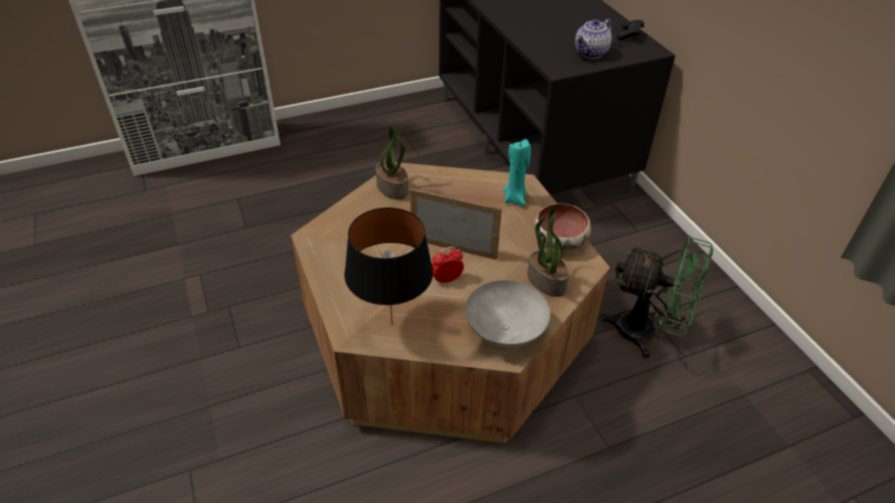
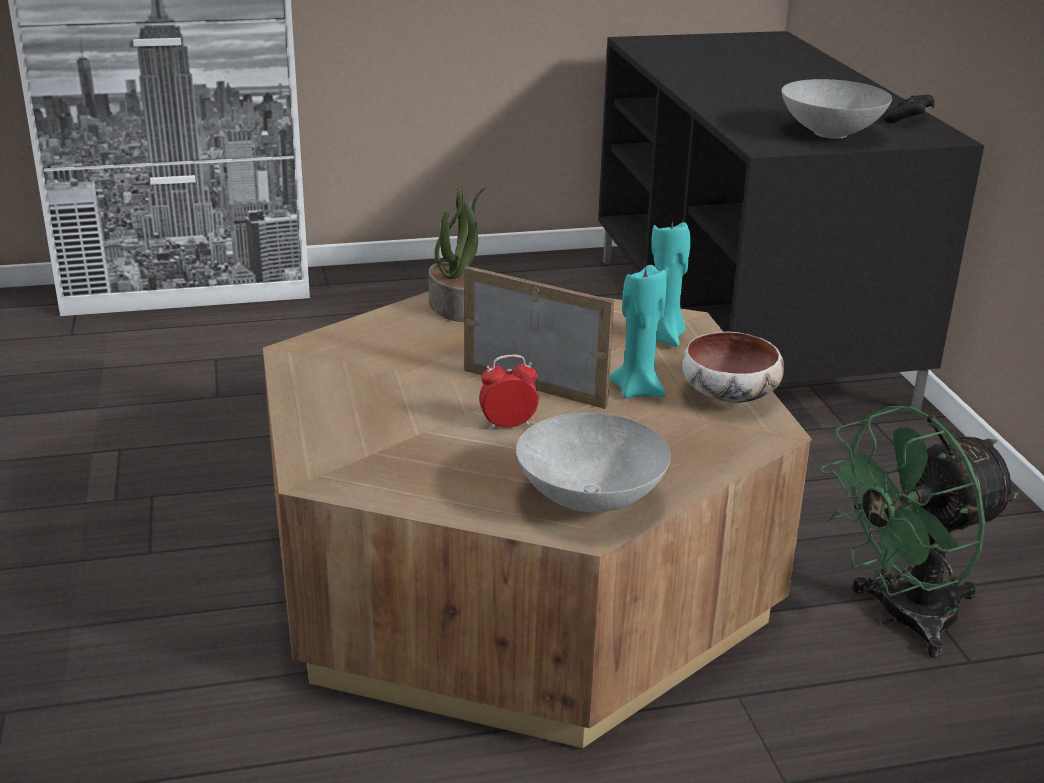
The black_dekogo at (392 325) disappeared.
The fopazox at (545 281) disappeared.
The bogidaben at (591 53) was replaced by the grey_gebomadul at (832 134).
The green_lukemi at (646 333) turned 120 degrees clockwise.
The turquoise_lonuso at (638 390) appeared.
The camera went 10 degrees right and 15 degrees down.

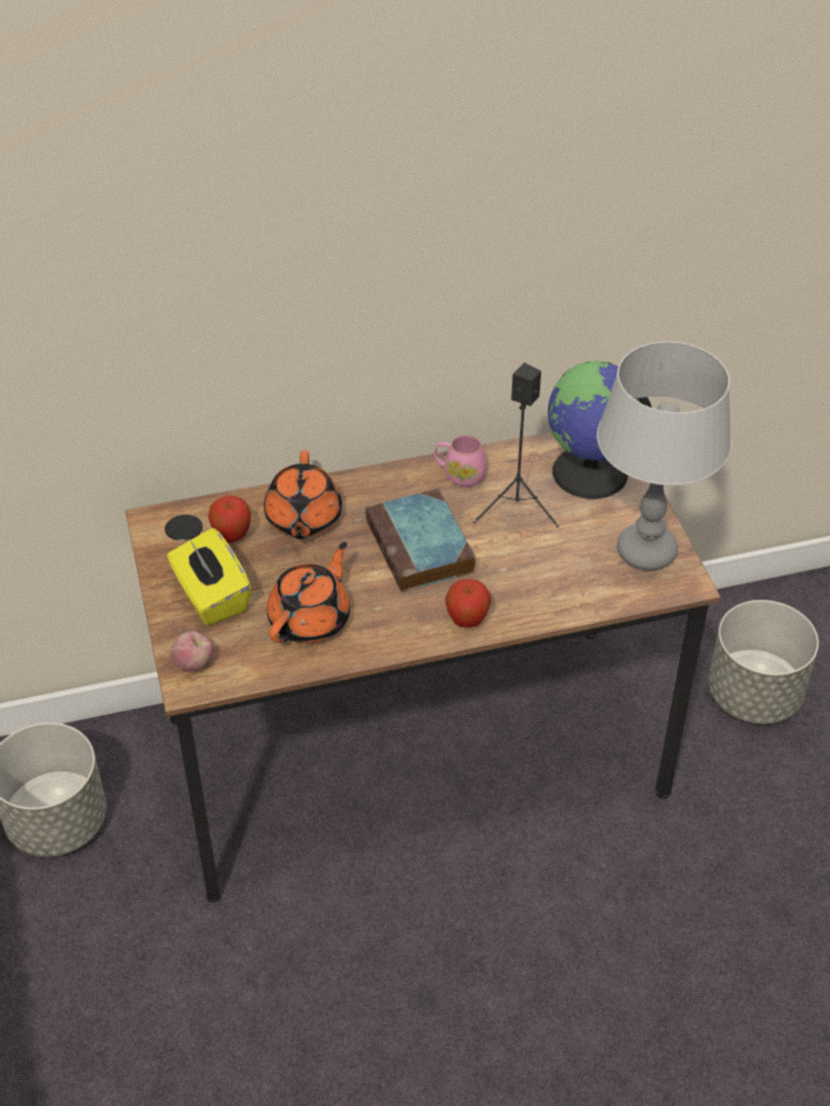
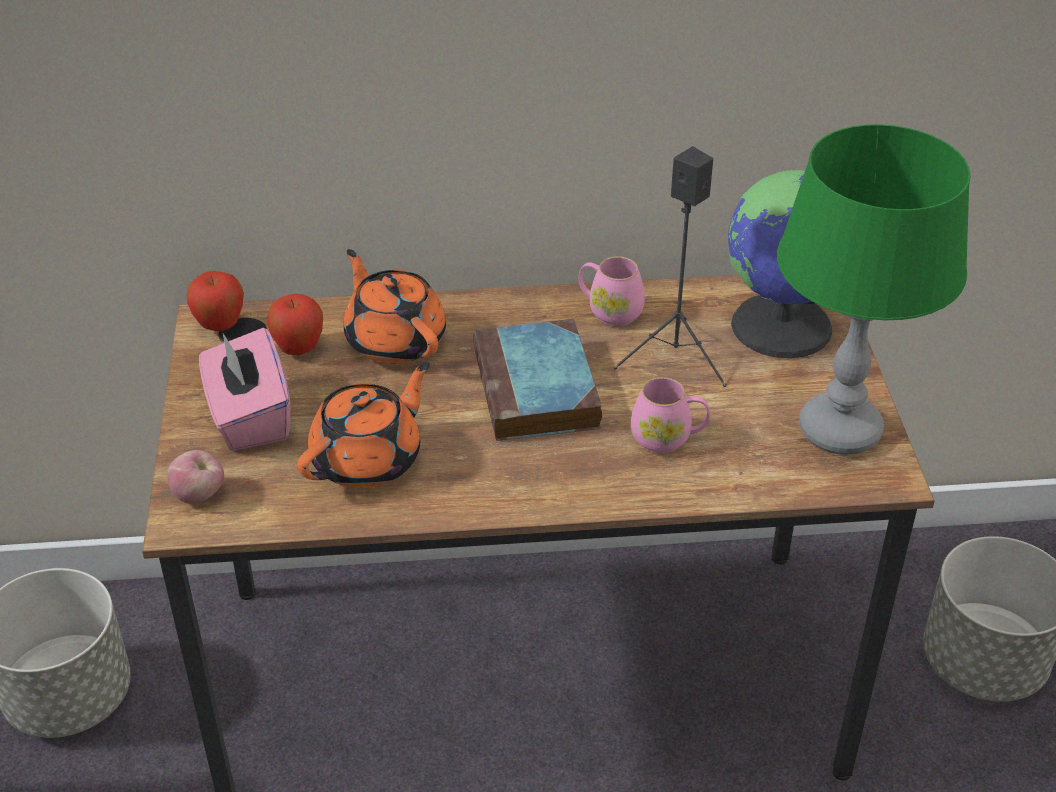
The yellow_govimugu at (211 597) became the pink_govimugu at (249 417).
The orange_bogidaben at (303 519) turned 135 degrees clockwise.
The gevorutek moved from (467 621) to (220 326).
The grey_dekogo at (646 552) became the green_dekogo at (839 431).
The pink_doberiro at (668 438) appeared.
The camera went 10 degrees right and 5 degrees down.

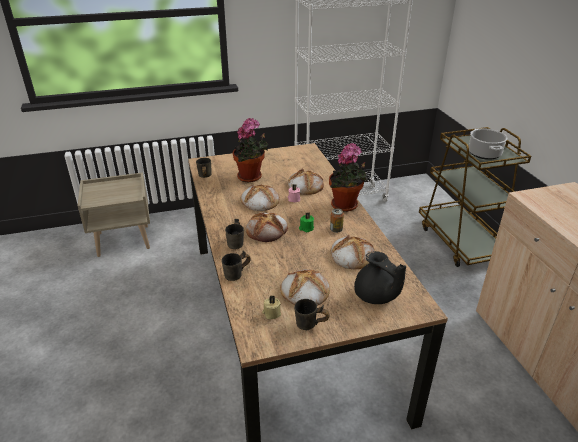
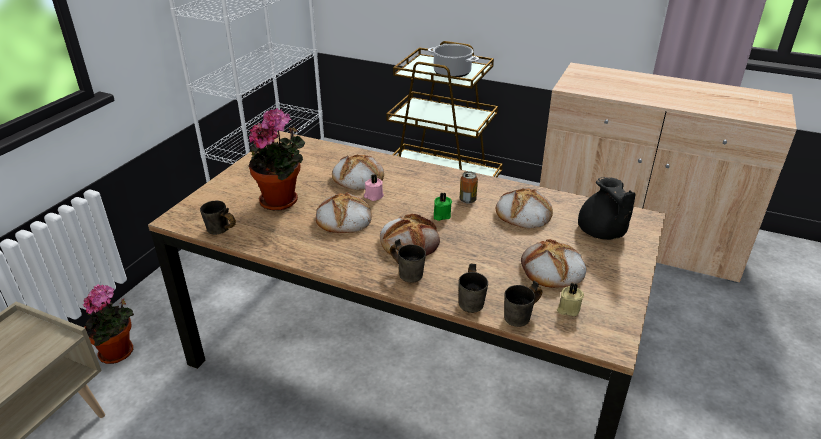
The grey_doberiro moved from (310 327) to (523 318).
The fopazox moved from (346 206) to (119 353).
The black_bogidaben at (375 296) turned 75 degrees clockwise.
The camera went 50 degrees left and 0 degrees up.

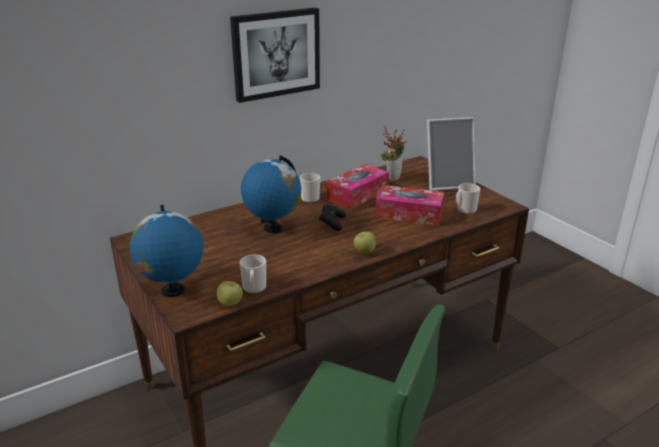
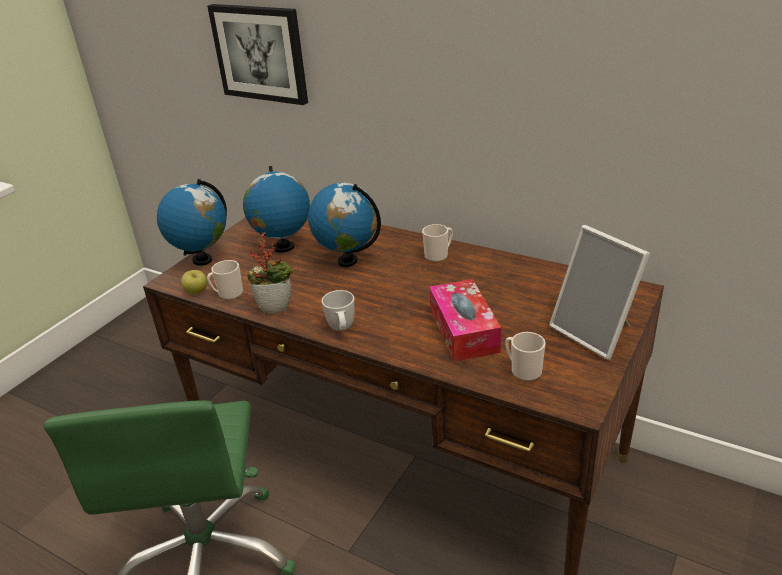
The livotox moved from (275 53) to (260 53).
The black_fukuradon at (332 223) disappeared.
The govimugu at (357 195) disappeared.
The gevorutek at (364 252) was replaced by the white_doberiro at (342 329).
The fopazox moved from (392 177) to (277 307).
The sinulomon at (283 247) appeared.
The camera went 65 degrees right and 5 degrees up.

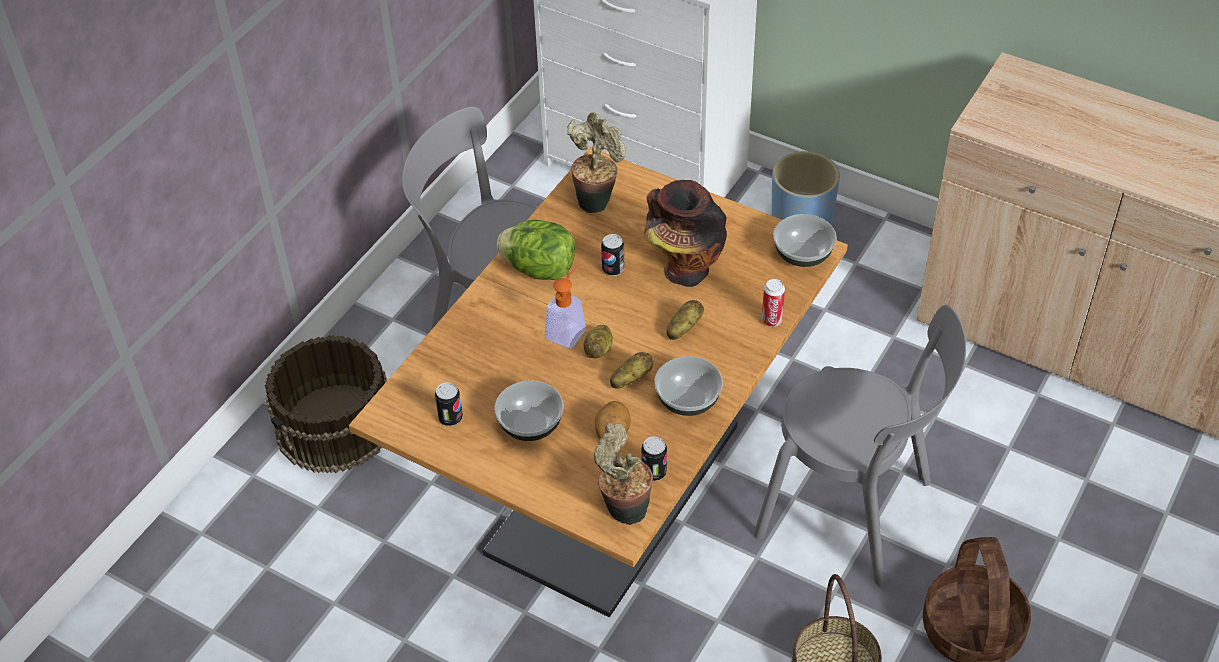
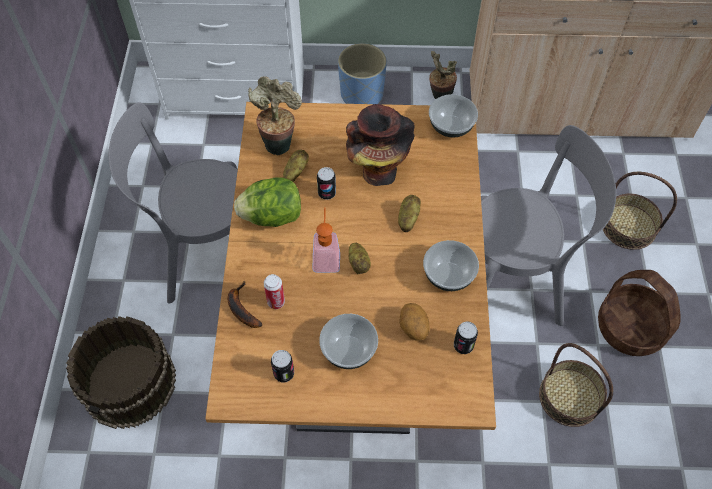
The fopazox moved from (623 509) to (439 96).
The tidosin moved from (631 379) to (295 172).
The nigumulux moved from (771 320) to (276 302).
The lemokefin at (241 308) appeared.
The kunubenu at (629 226) appeared.
The camera went 30 degrees left and 10 degrees up.

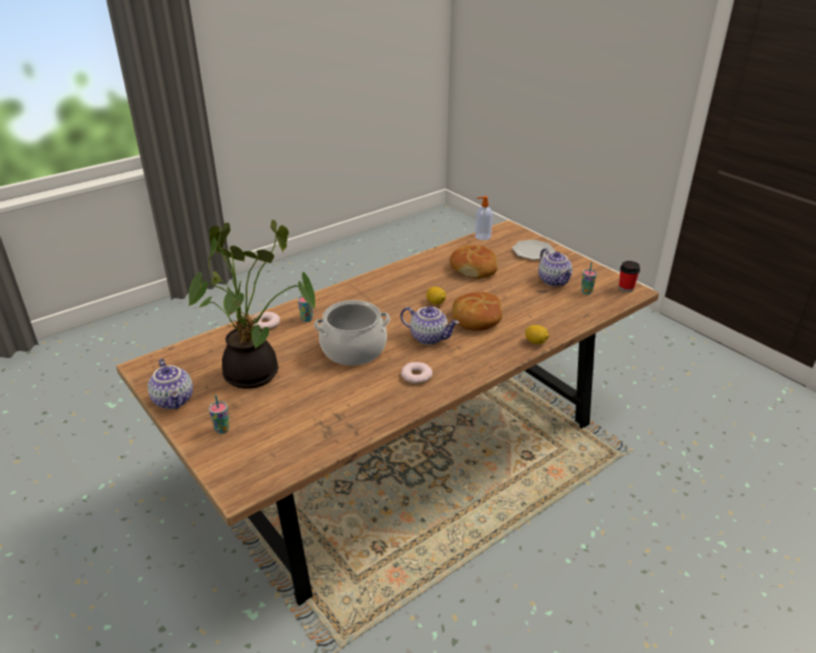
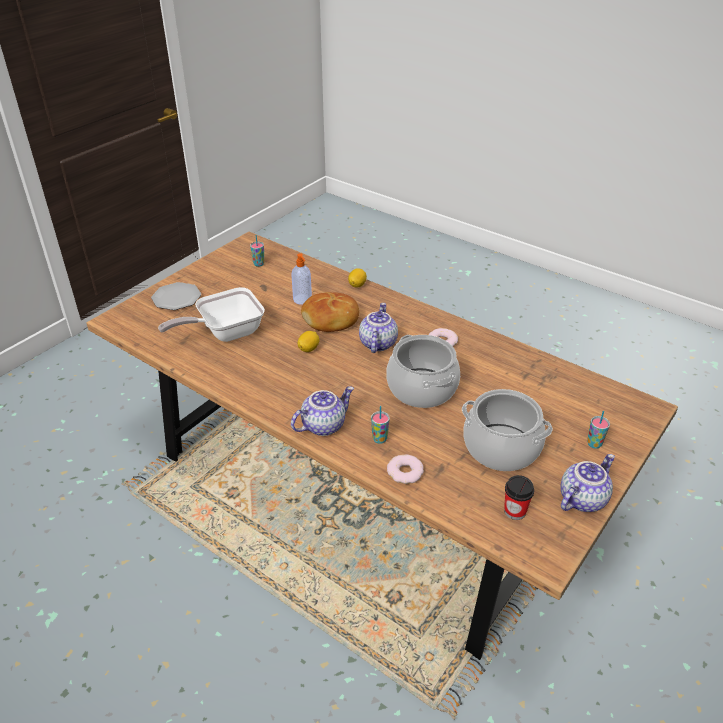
The fopazox at (256 374) was replaced by the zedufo at (501 448).
The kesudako at (474 268) was replaced by the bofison at (225 333).
The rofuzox moved from (482 237) to (302 300).
The bogidaben moved from (554 281) to (323 425).
The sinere moved from (626 288) to (515 511).
The camera went 105 degrees left and 5 degrees up.

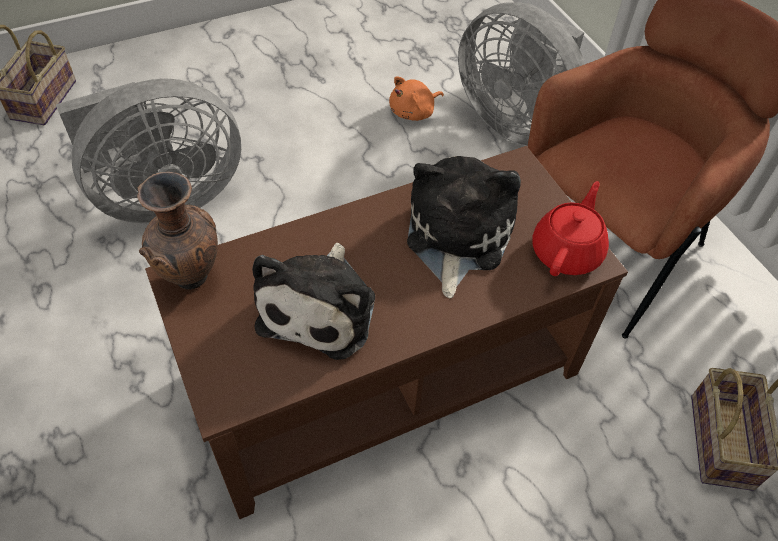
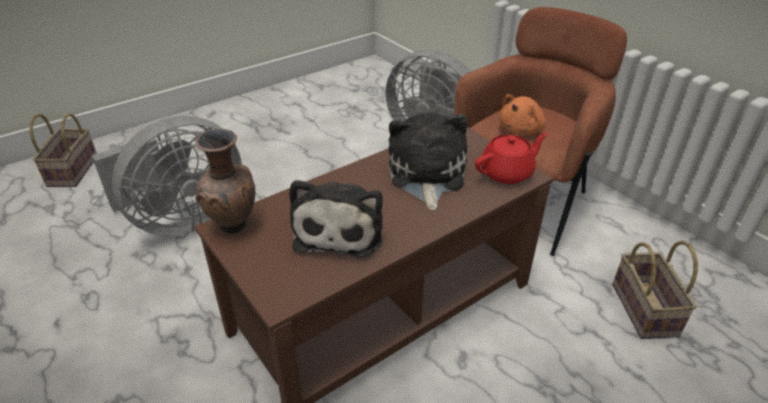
The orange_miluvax moved from (414 112) to (521 130).
The red_bogidaben at (567 251) turned 45 degrees clockwise.
The camera went 10 degrees left and 15 degrees down.

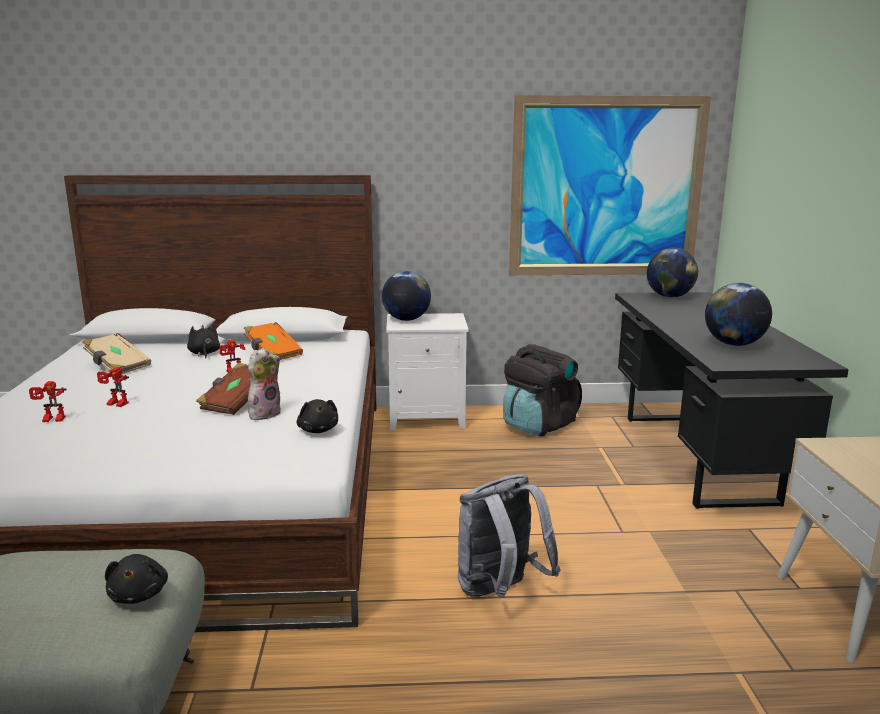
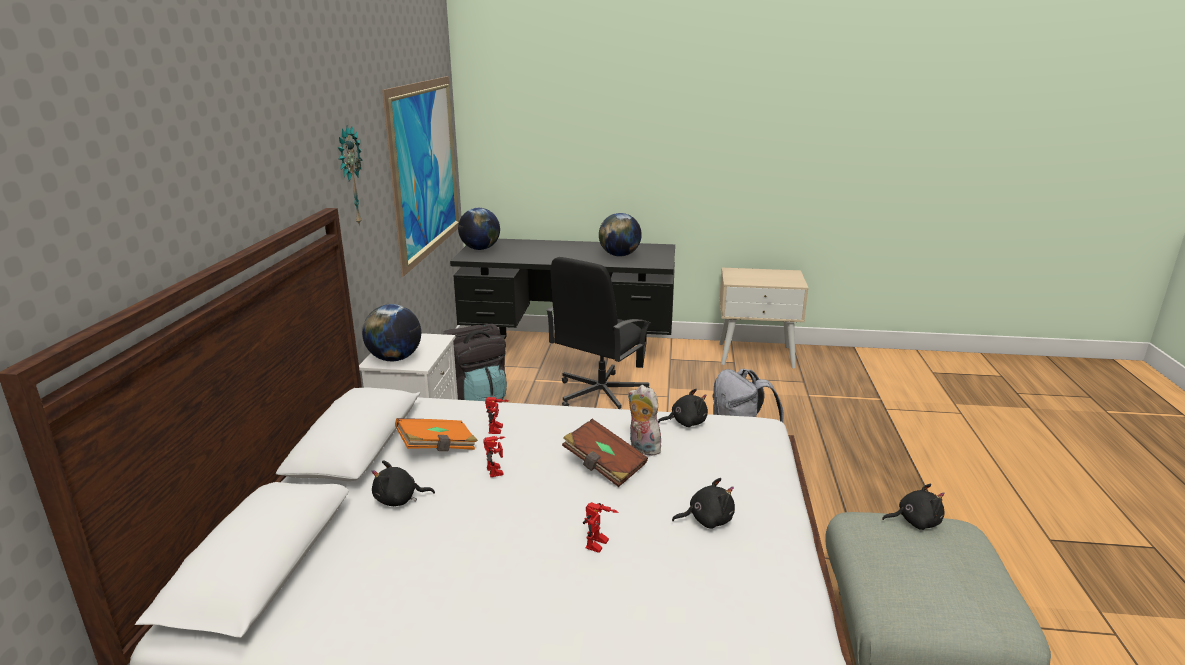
The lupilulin moved from (51 420) to (498 430).
The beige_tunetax at (117 366) disappeared.
The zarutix at (349 176) appeared.
The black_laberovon at (600 394) appeared.
The black_miluvax at (707 520) appeared.
The camera went 80 degrees left and 5 degrees up.

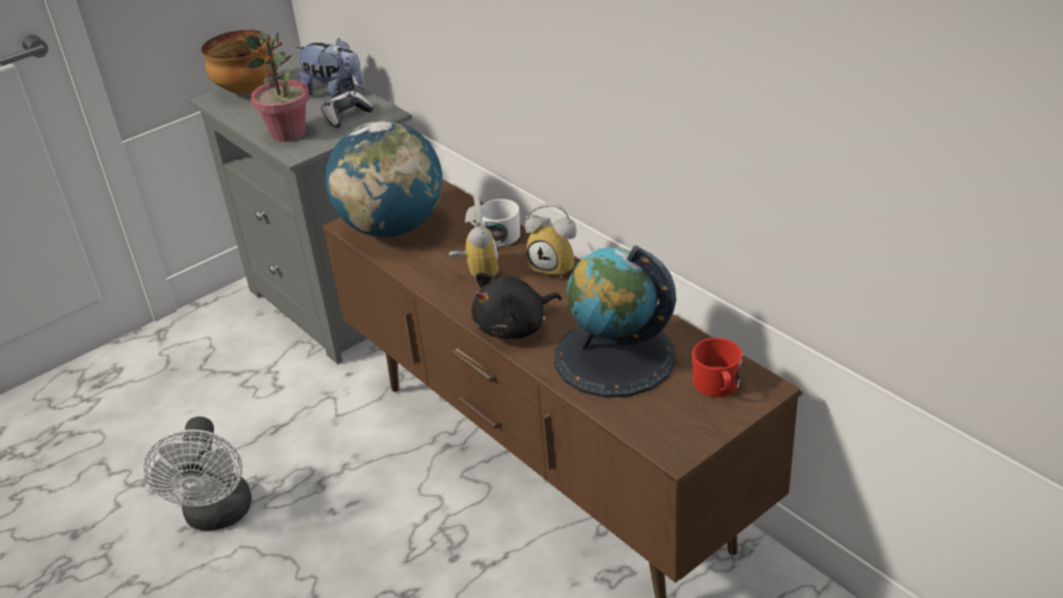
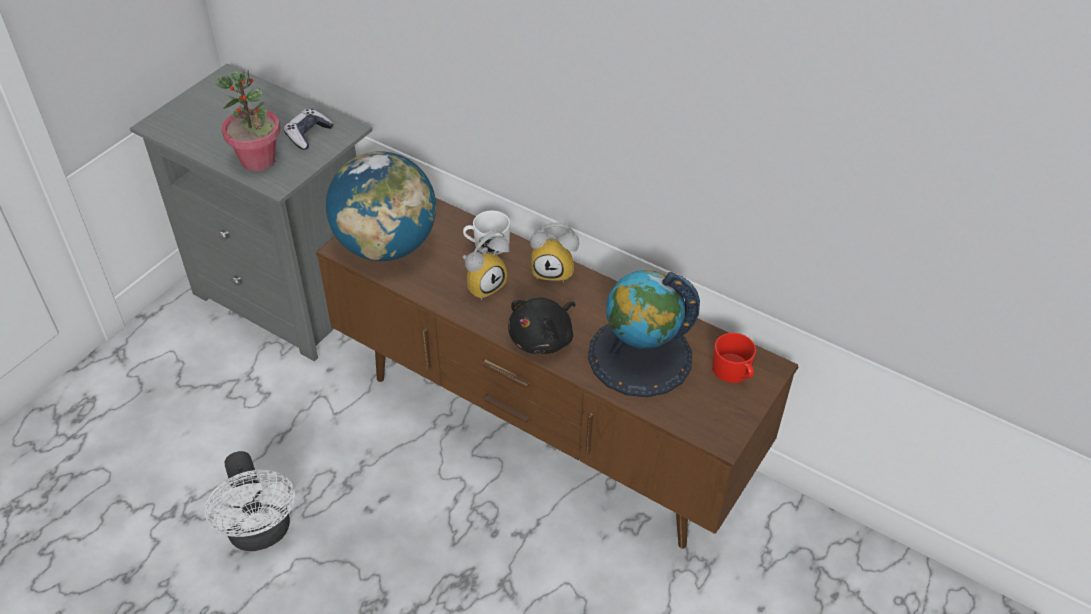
The gebomadul at (246 90) disappeared.
The miluvax at (335 93) disappeared.
The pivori at (475 270) turned 75 degrees clockwise.
The camera went 20 degrees left and 10 degrees up.

